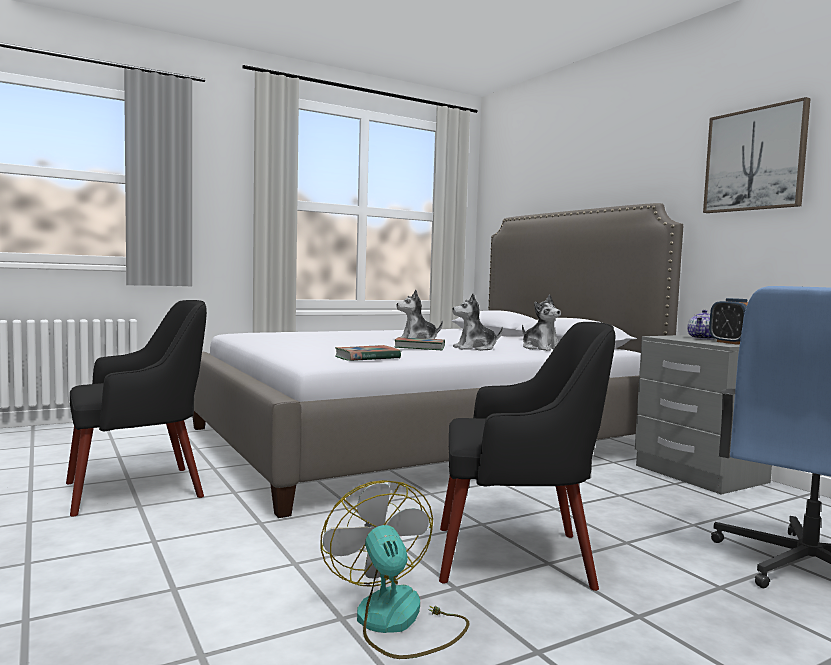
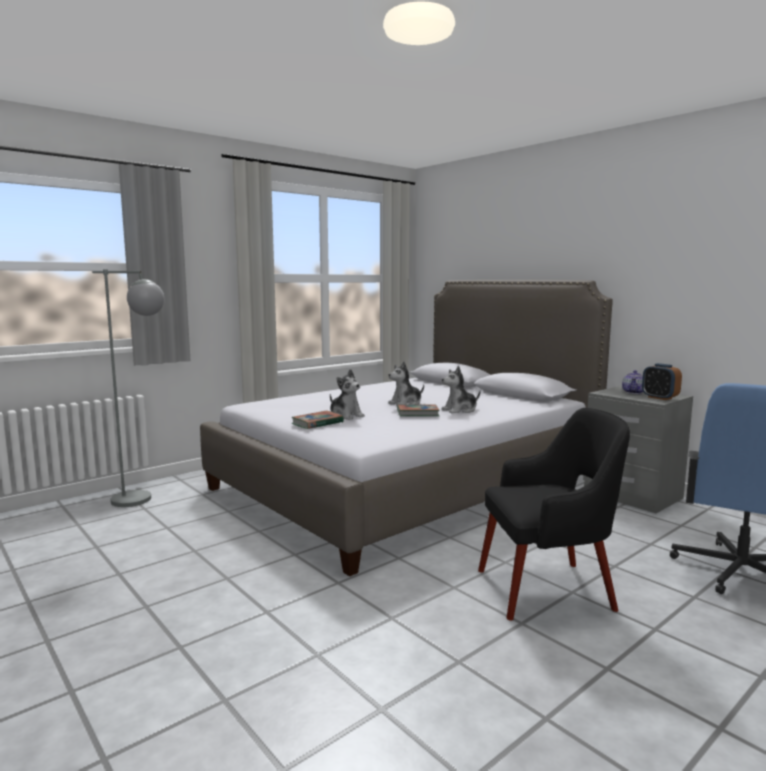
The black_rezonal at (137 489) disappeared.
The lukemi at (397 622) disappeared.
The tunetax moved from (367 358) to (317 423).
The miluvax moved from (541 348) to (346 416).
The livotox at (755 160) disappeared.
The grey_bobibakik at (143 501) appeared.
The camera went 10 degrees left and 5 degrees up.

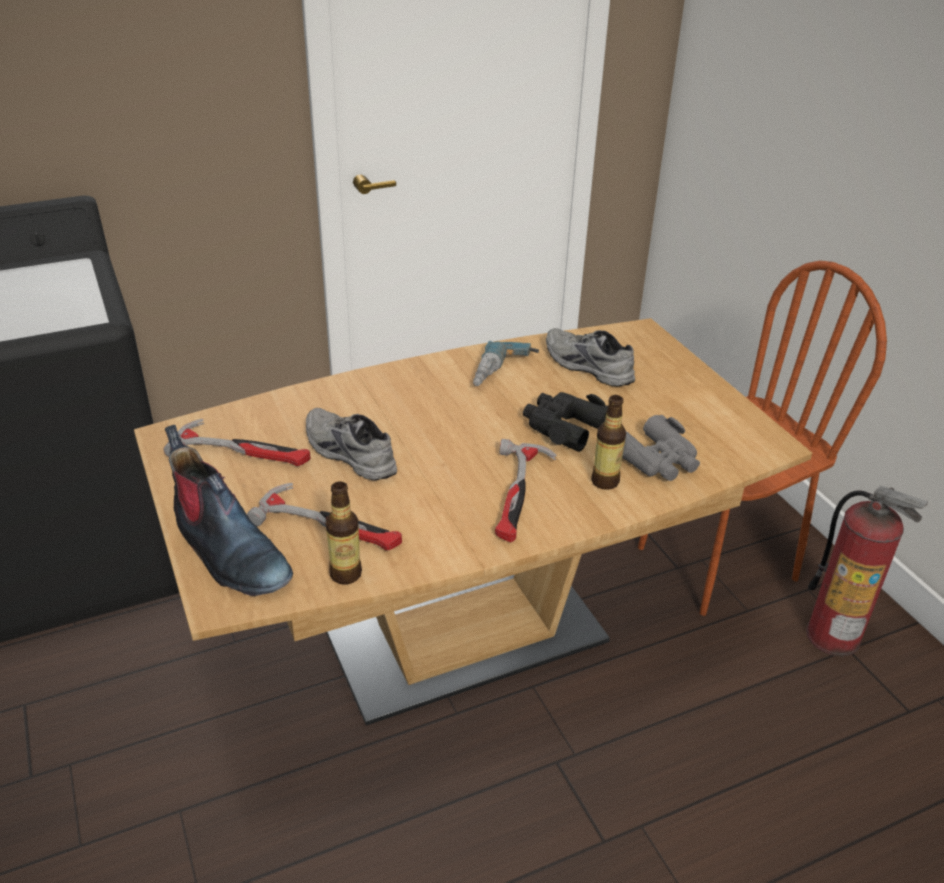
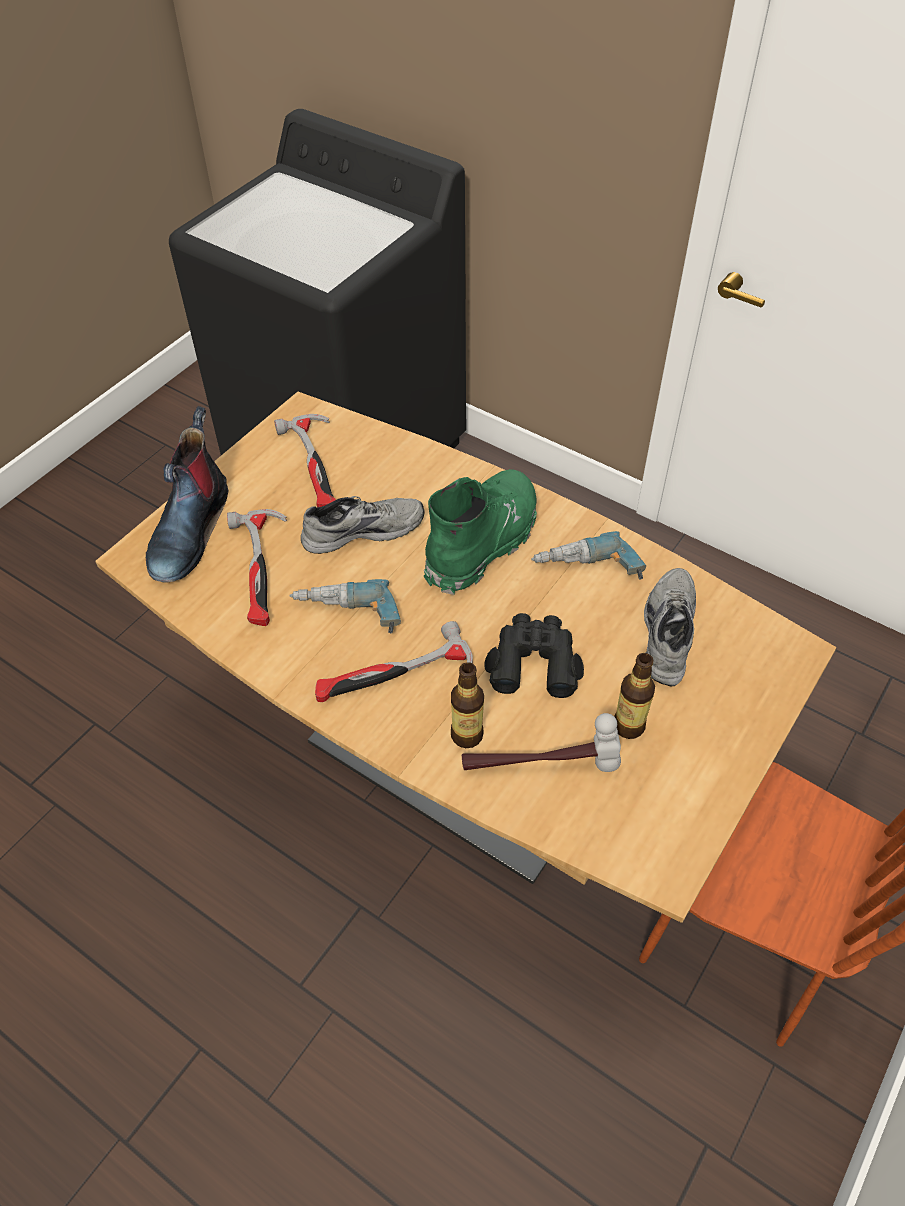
The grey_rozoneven at (347 454) turned 60 degrees clockwise.
The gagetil moved from (346 574) to (628 726).
The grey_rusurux at (656 459) was replaced by the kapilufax at (540 764).
The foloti at (833 636) disappeared.
The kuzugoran at (345 617) appeared.
The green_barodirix at (483 543) appeared.
The camera went 60 degrees right and 15 degrees up.

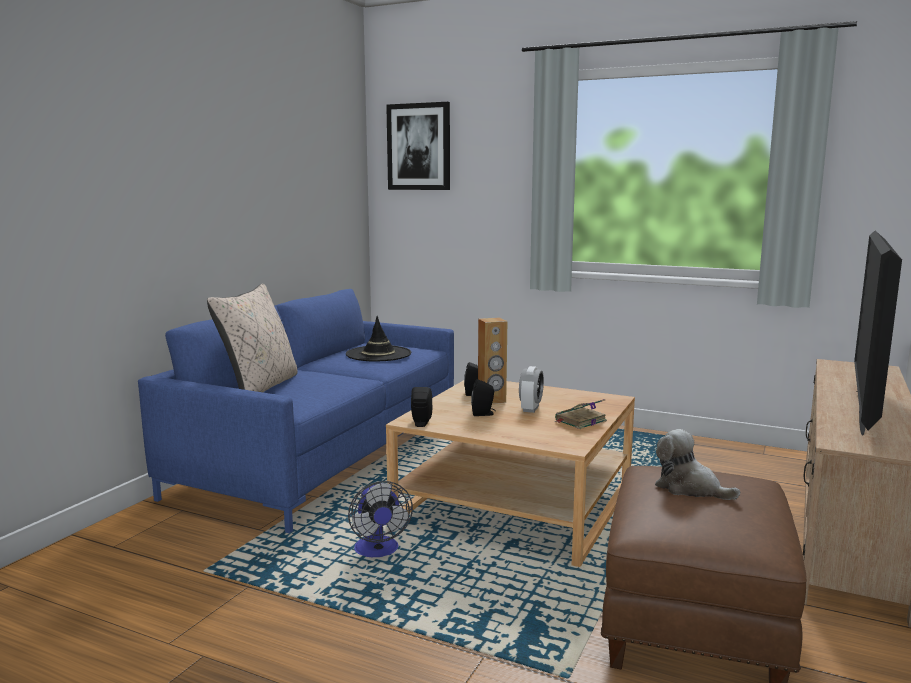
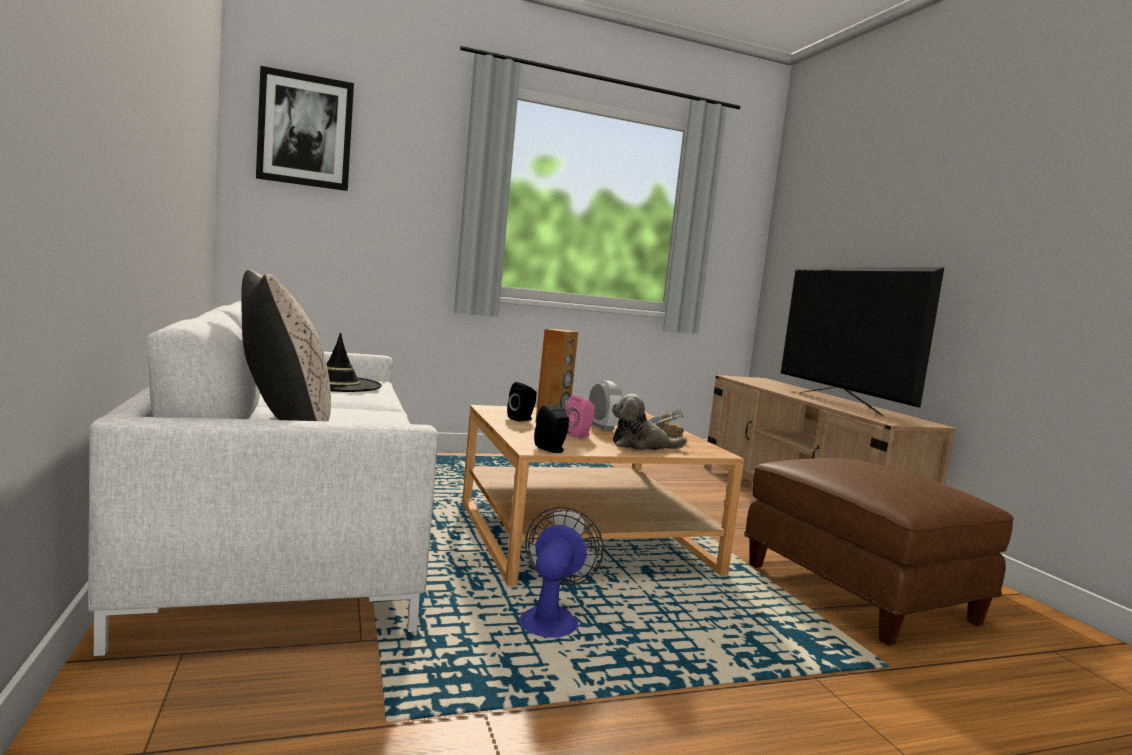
The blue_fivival at (322 458) became the white_fivival at (286 535).
The lukemi at (378 552) turned 105 degrees counterclockwise.
The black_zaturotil at (483 414) became the pink_zaturotil at (579 435).
The miluvax moved from (689 488) to (641 445).
The camera went 45 degrees left and 5 degrees down.

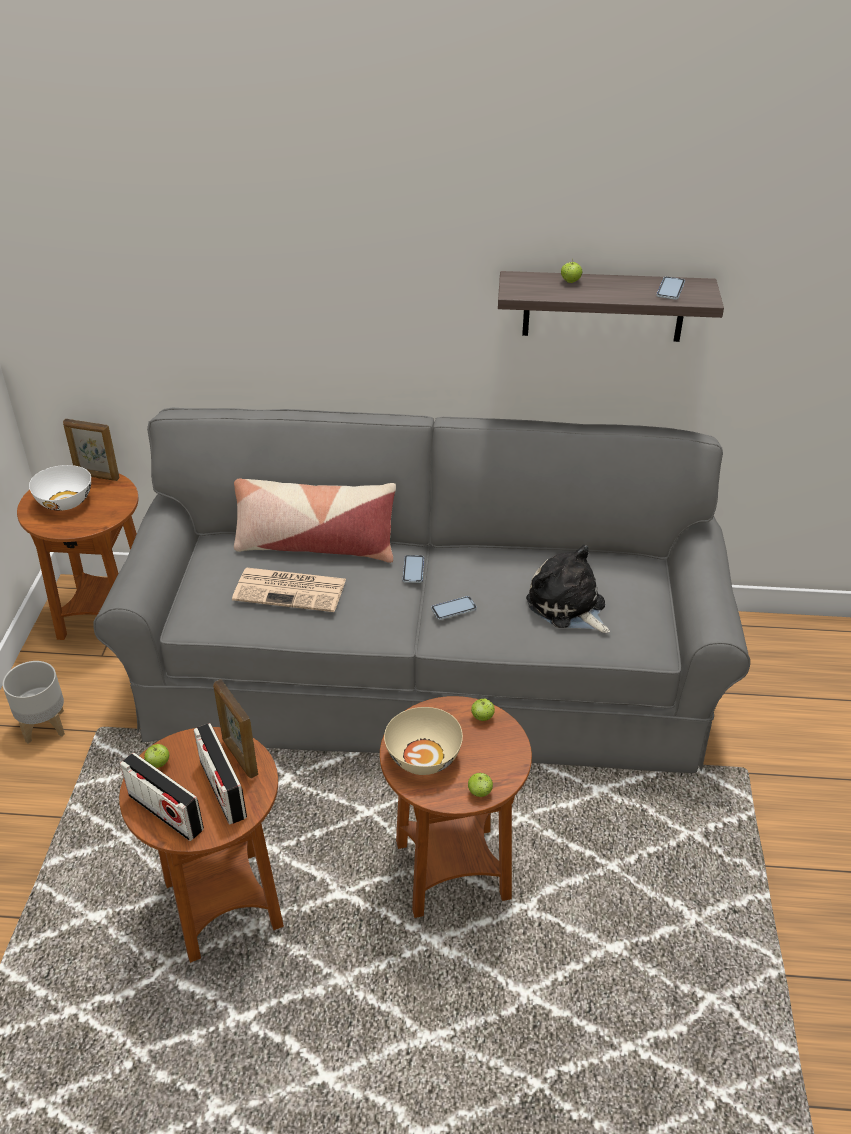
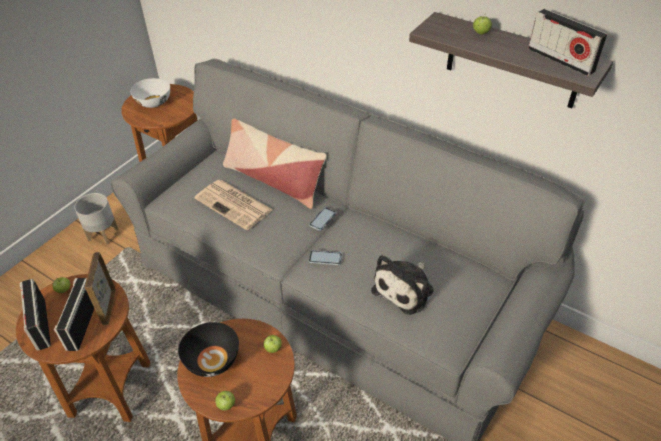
The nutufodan at (97 476) disappeared.
The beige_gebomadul at (423 758) became the black_gebomadul at (212 360).
The miluvax at (568 606) turned 135 degrees counterclockwise.
The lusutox at (670 289) was replaced by the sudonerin at (560 60).
The camera went 30 degrees right and 5 degrees up.

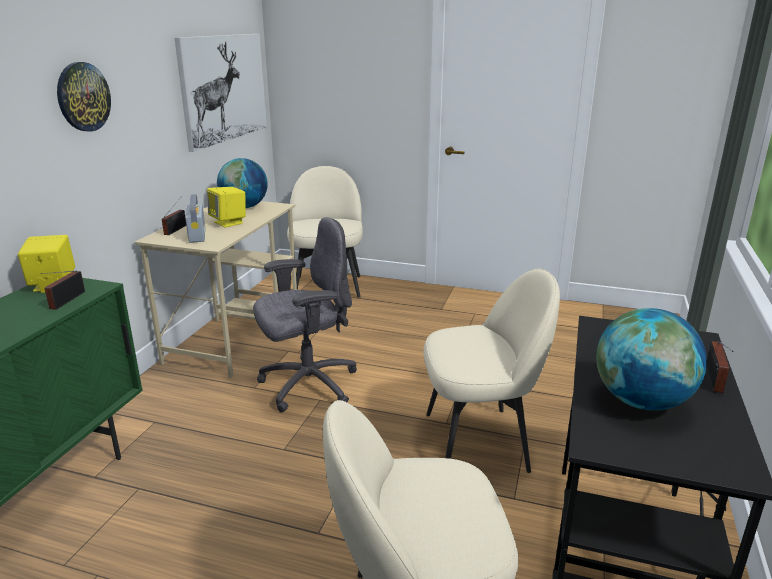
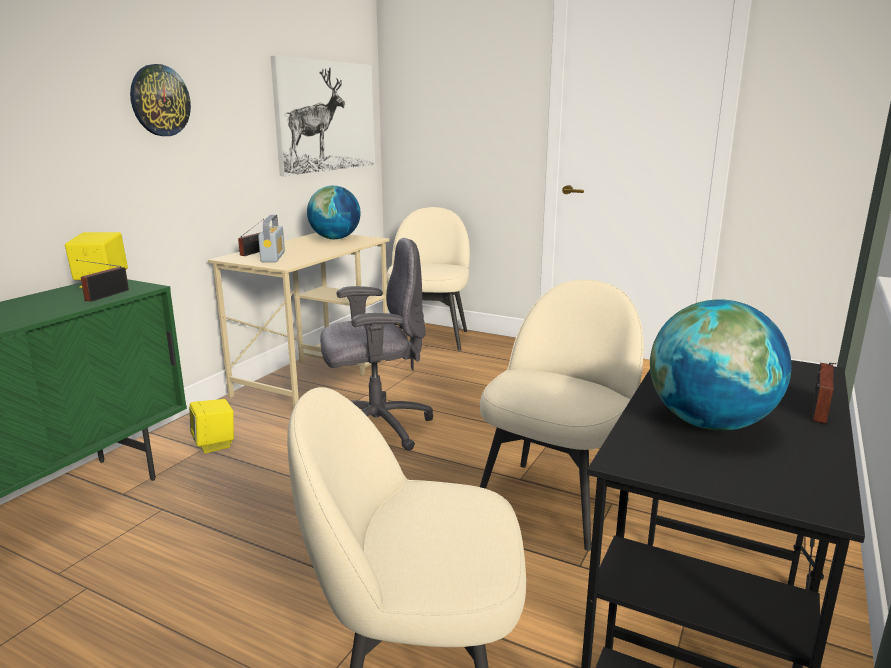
The yellow_zaturotil moved from (229 222) to (215 444).
The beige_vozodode at (479 441) turned 60 degrees counterclockwise.
The camera went 10 degrees right and 5 degrees down.

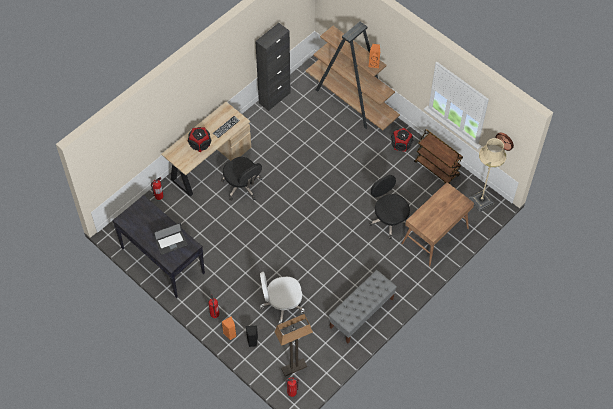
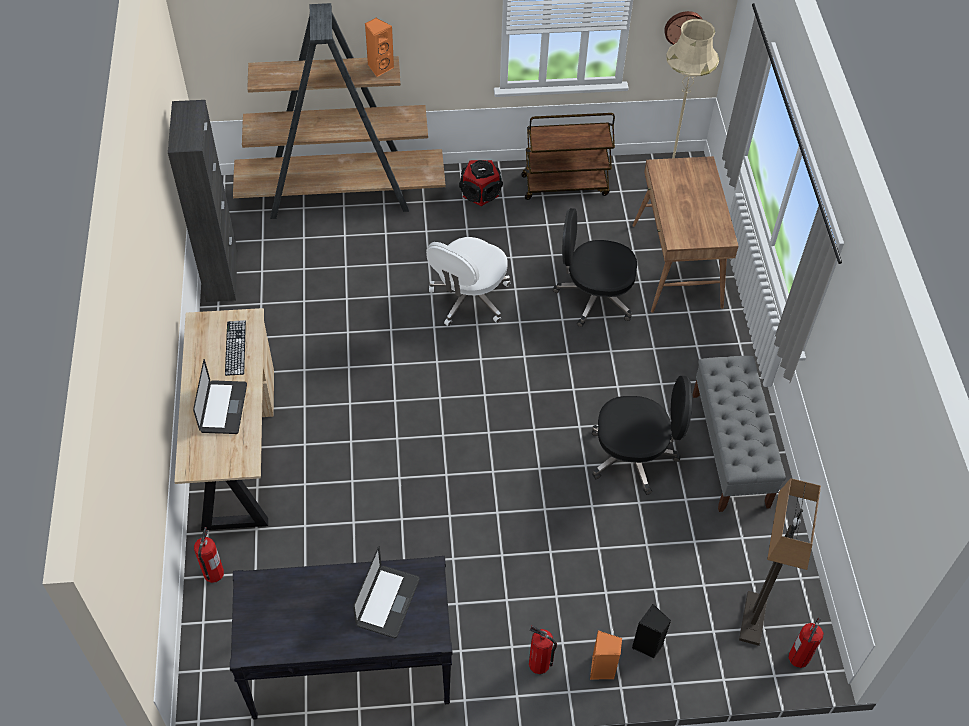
The zaturotil at (200 143) was replaced by the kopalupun at (223 408).
The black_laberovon moved from (242 186) to (634 456).
The white_laberovon moved from (282 304) to (469 298).
The camera went 50 degrees left and 5 degrees down.

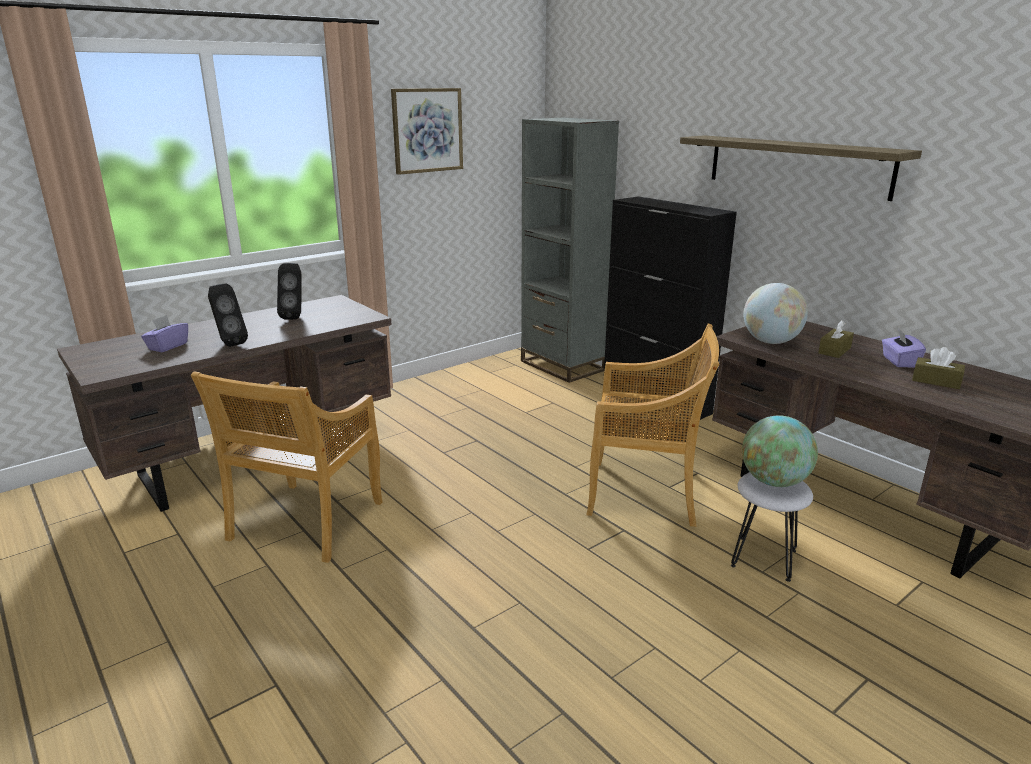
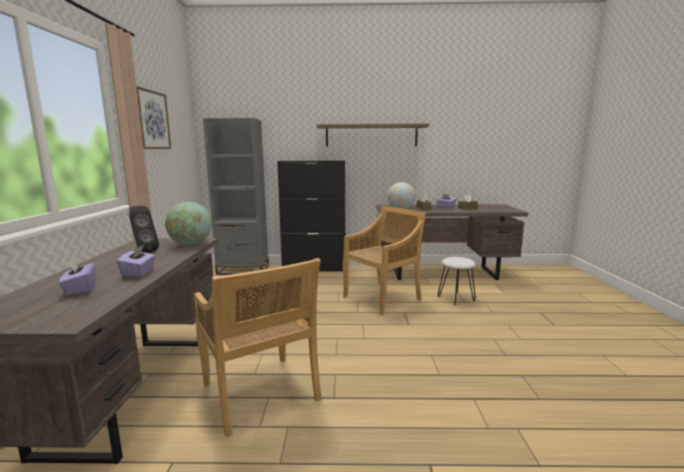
The black_zaturotil at (229 343) was replaced by the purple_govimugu at (139 273).
The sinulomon moved from (774 481) to (191 244).
The camera went 50 degrees left and 10 degrees down.

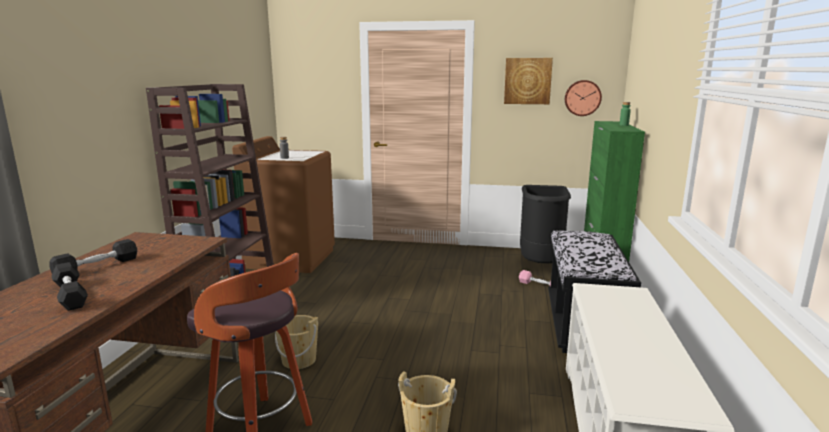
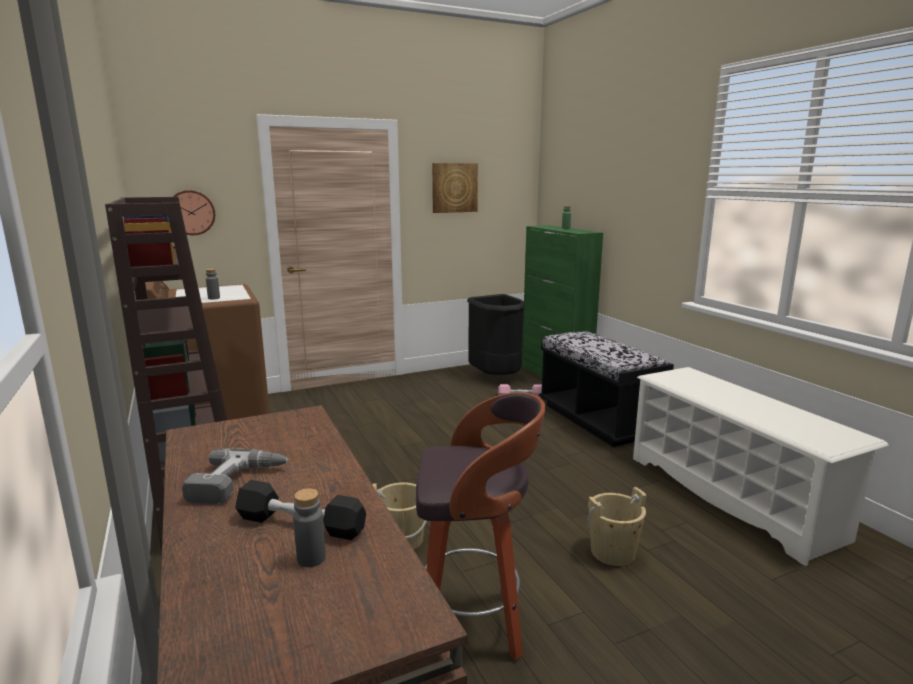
The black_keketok at (97 267) was replaced by the kuzugoran at (238 483).
The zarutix moved from (582 98) to (191 212).
The grey_gagetil at (311 558) appeared.
The camera went 35 degrees left and 0 degrees up.

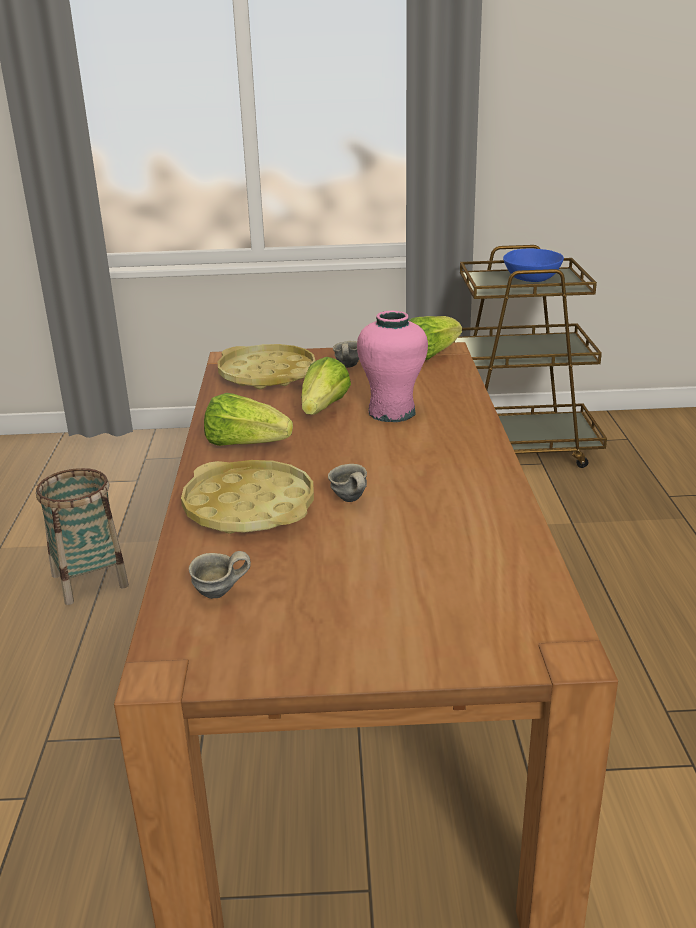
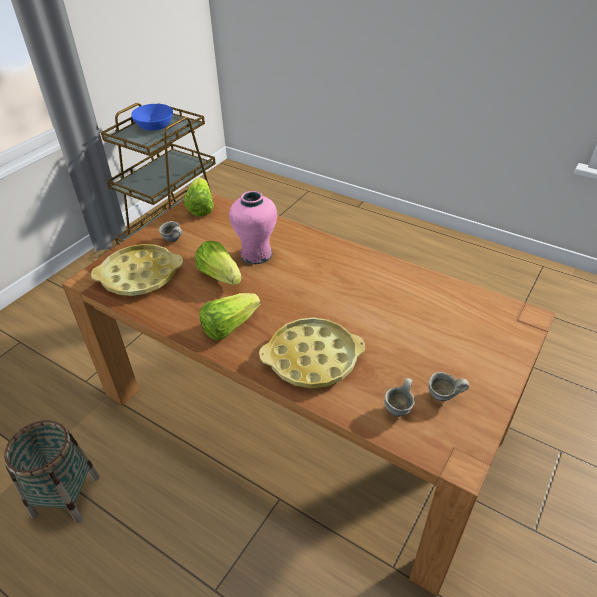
The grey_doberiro moved from (348 501) to (443 398).
The camera went 55 degrees left and 15 degrees up.

